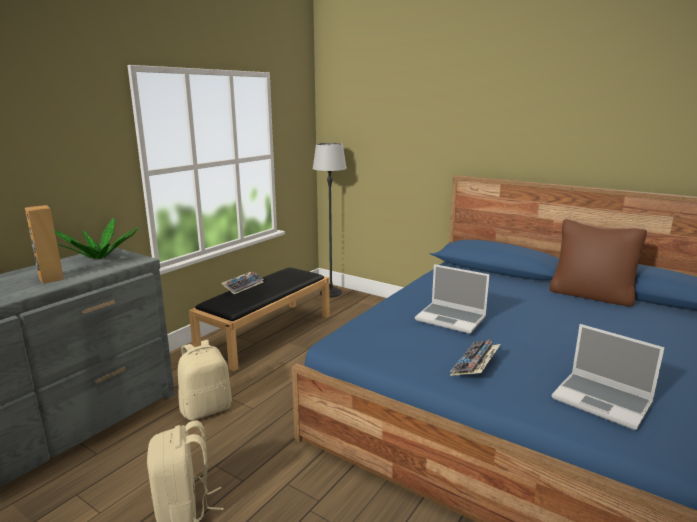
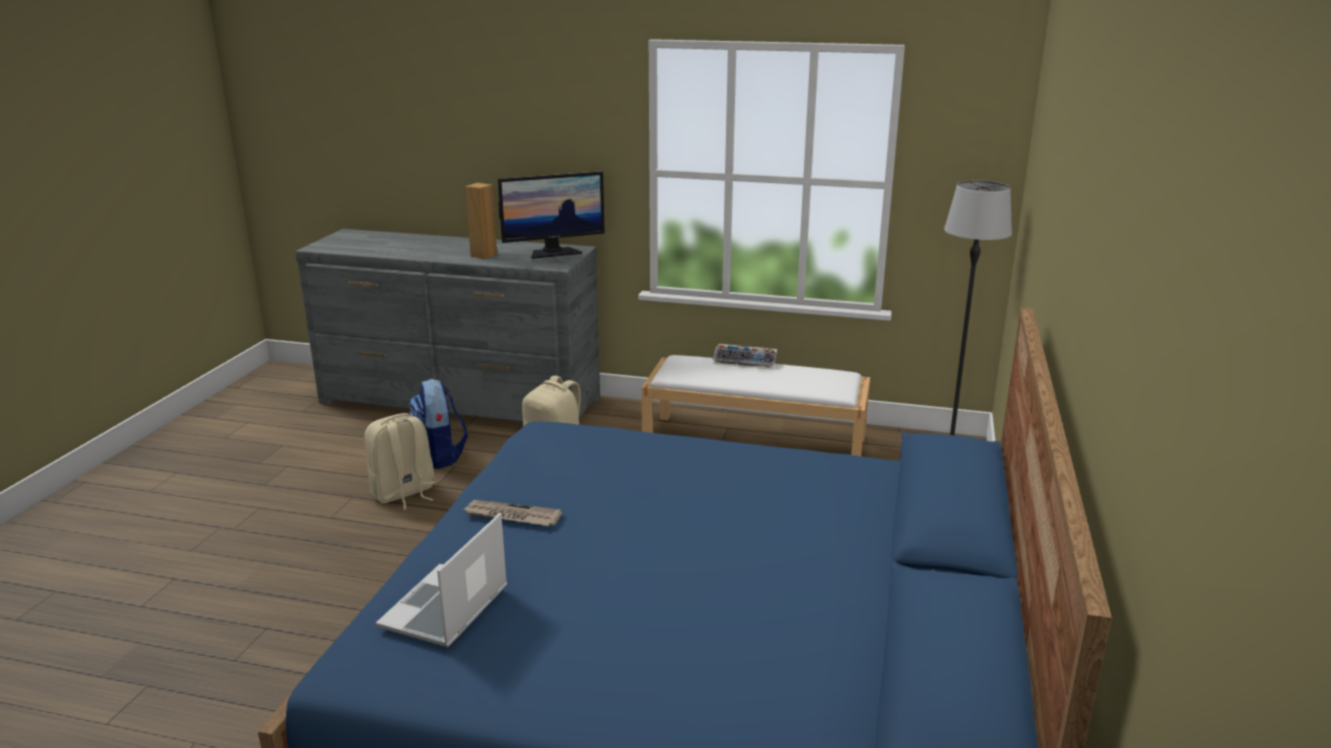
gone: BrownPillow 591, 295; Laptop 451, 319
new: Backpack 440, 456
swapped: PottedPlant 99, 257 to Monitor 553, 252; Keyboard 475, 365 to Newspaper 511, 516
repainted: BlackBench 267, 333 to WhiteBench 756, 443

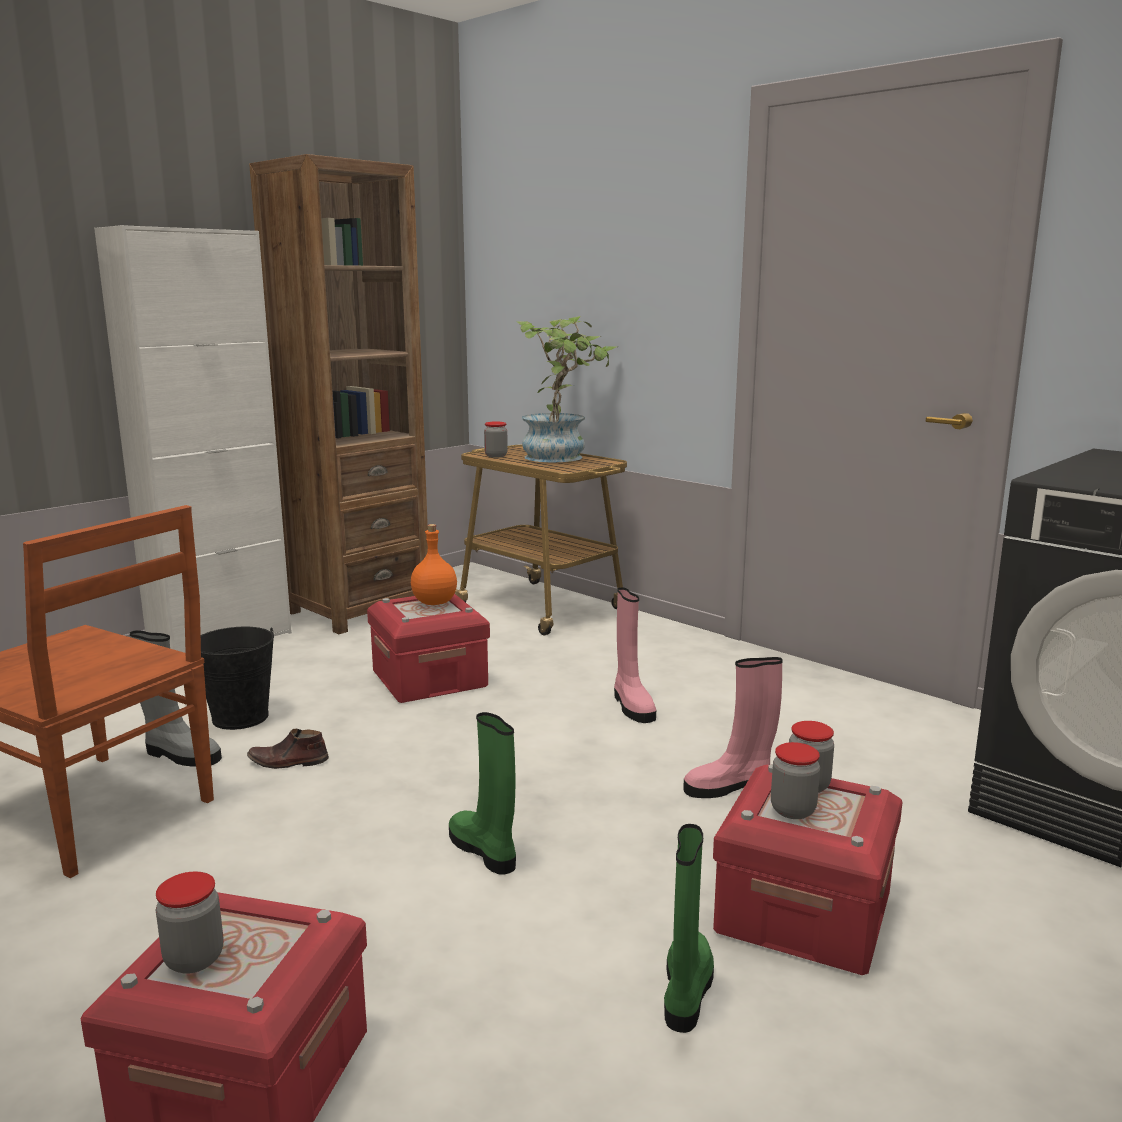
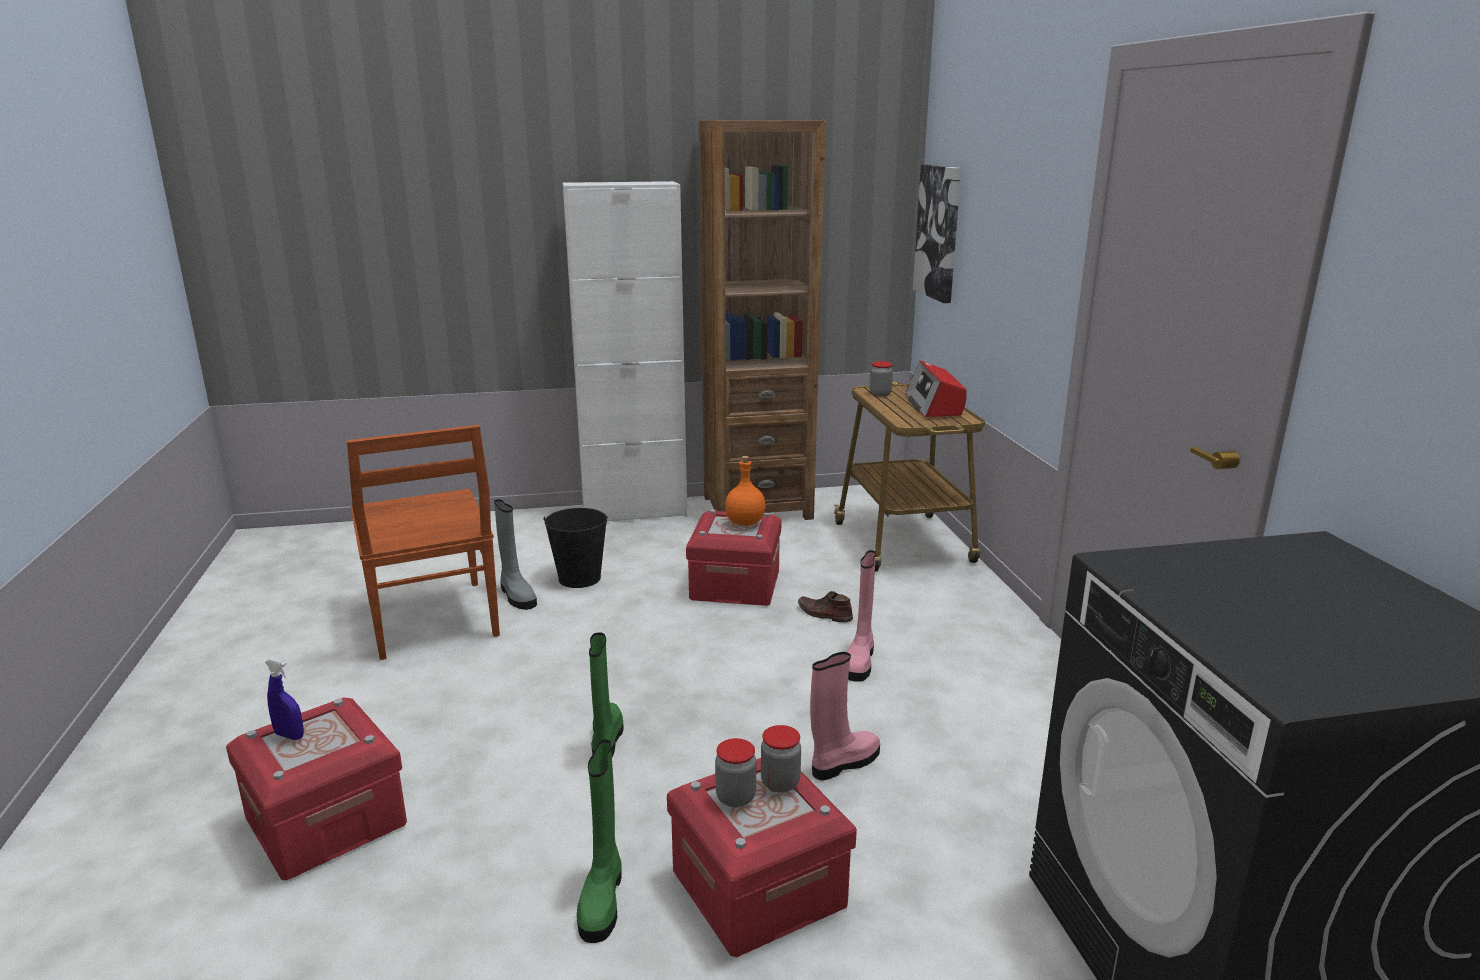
new: Picture 939, 232
shifted: BrownShoe 288, 762 to 824, 614
swapped: PottedPlant 562, 456 to Radio 934, 405; Jar 194, 959 to BlueSprayBottle 289, 735
rotated: PinkBoot 729, 787 = 843, 763 120 degrees clockwise; GreenBoot 686, 991 = 602, 899 135 degrees clockwise

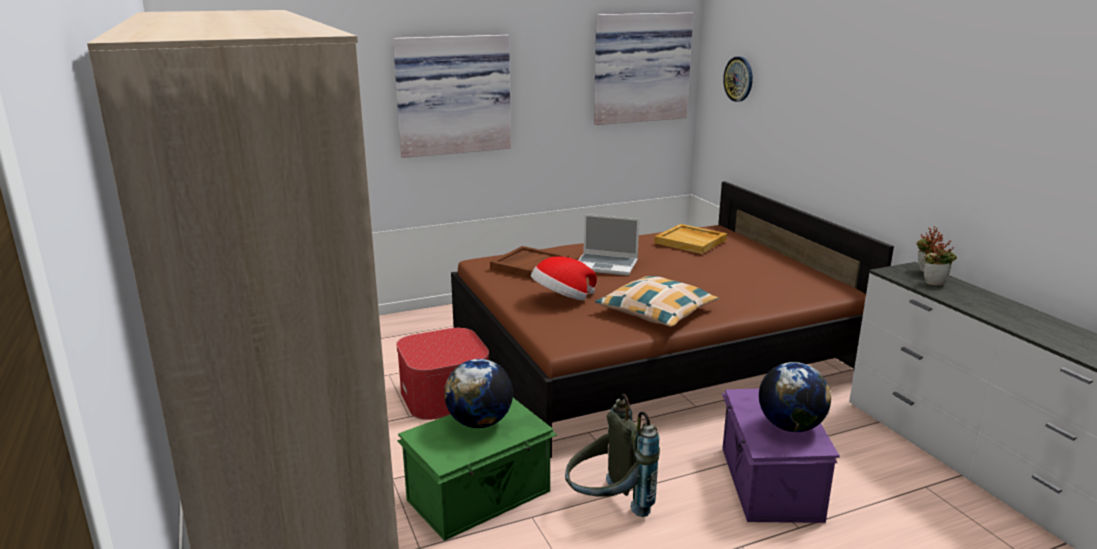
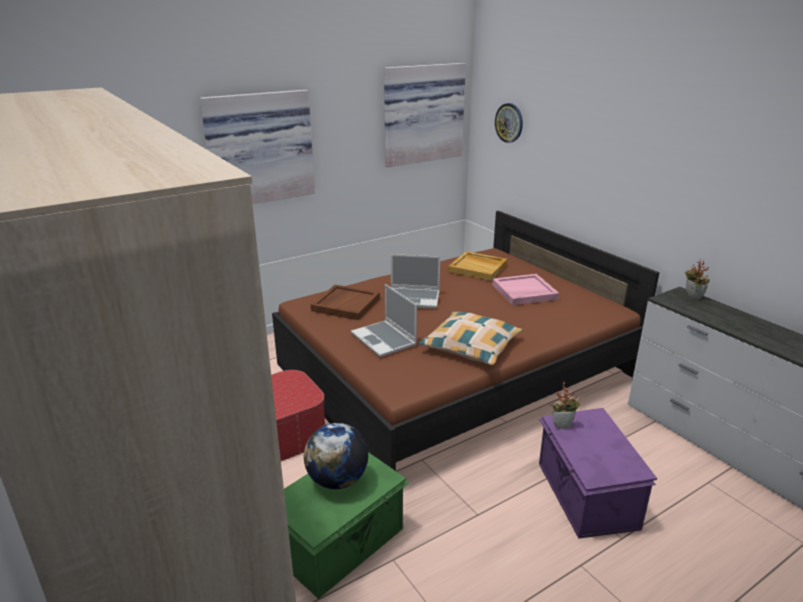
gone: Globe 790, 426; GreyBackpack 607, 507
new: PinkTray 524, 292
shifted: PottedPlant 935, 283 to 562, 425
swapped: Hat 562, 299 to Laptop 385, 340

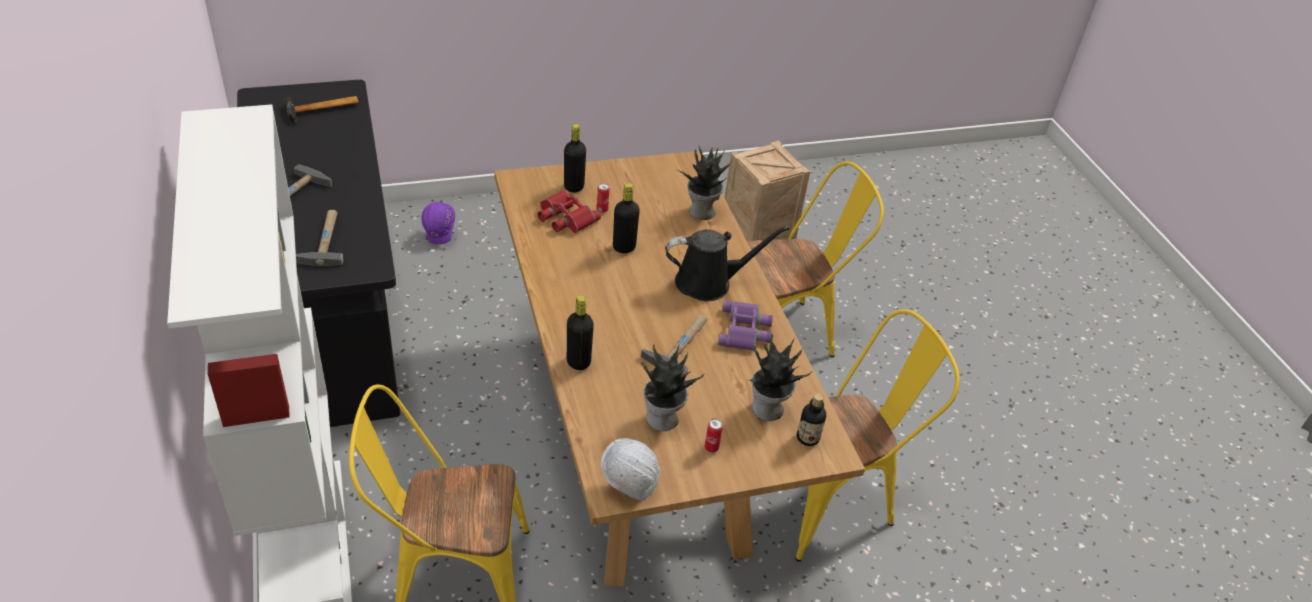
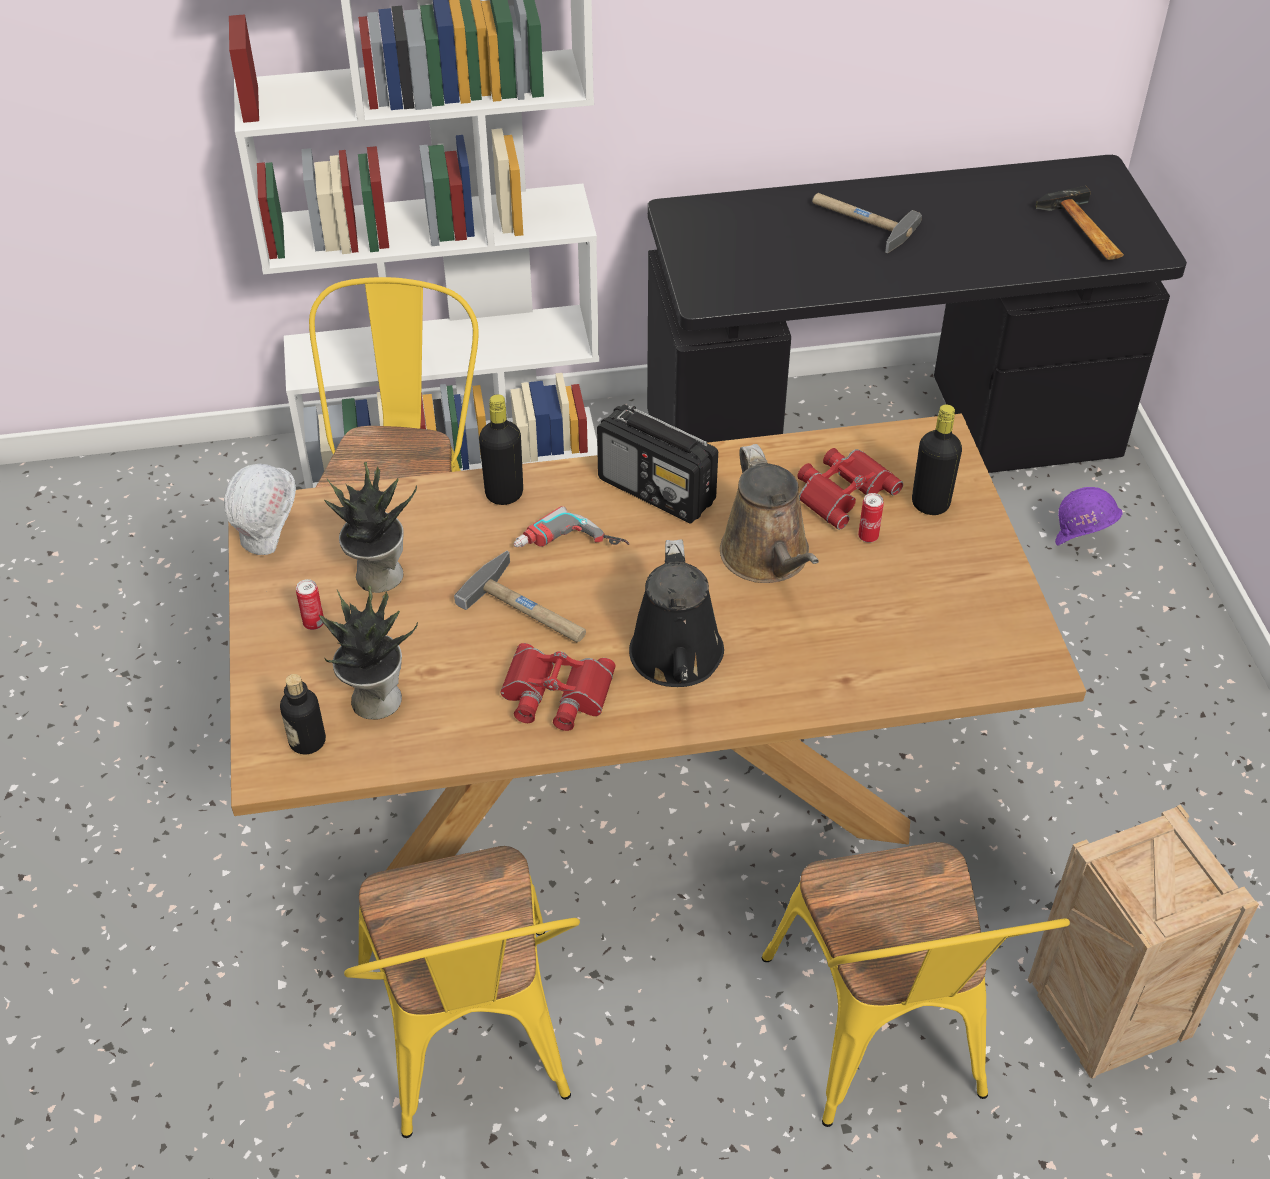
gone: PottedPlant 701, 212; Hammer 324, 240
new: Radio 657, 491; PowerDrill 569, 548
swapped: BlackBottle 624, 247 to BrownWateringCan 768, 558
repainted: PurpleBinoculars 745, 330 to RedBinoculars 554, 695

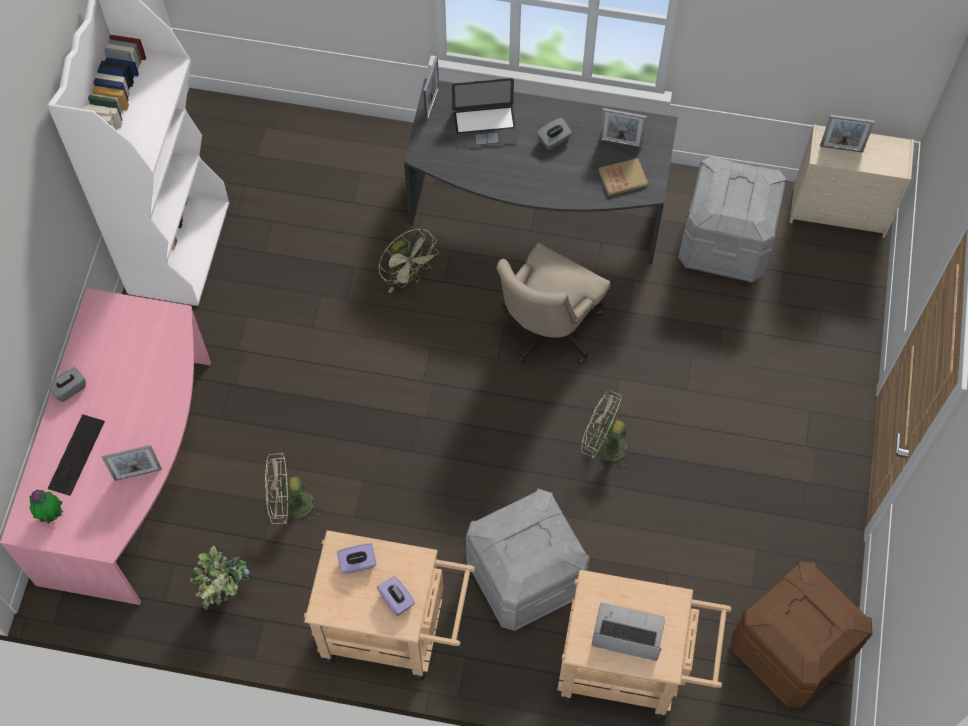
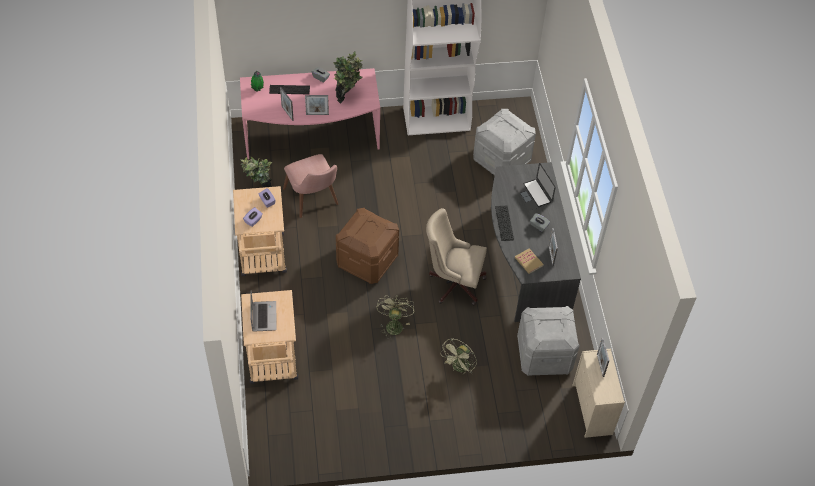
new: PottedPlant 347, 96; Keyboard 504, 223
shifted: PictureFrame 432, 104 to 317, 114; GreenFan 408, 276 to 459, 368; GreyStorageBox 525, 576 to 502, 160; BrownStorageBox 789, 649 to 367, 260
swapped: BeigeFan 291, 507 to PinkChair 314, 201

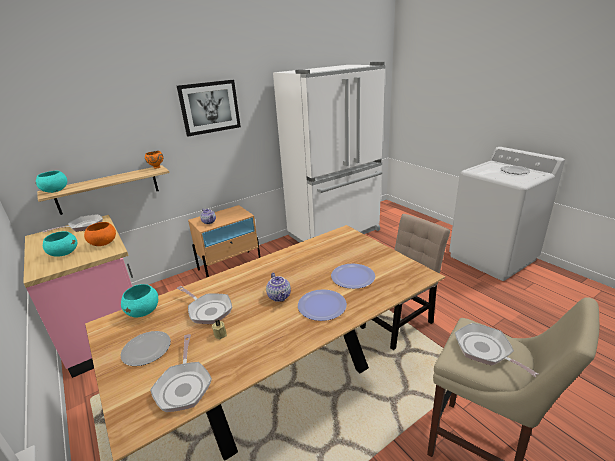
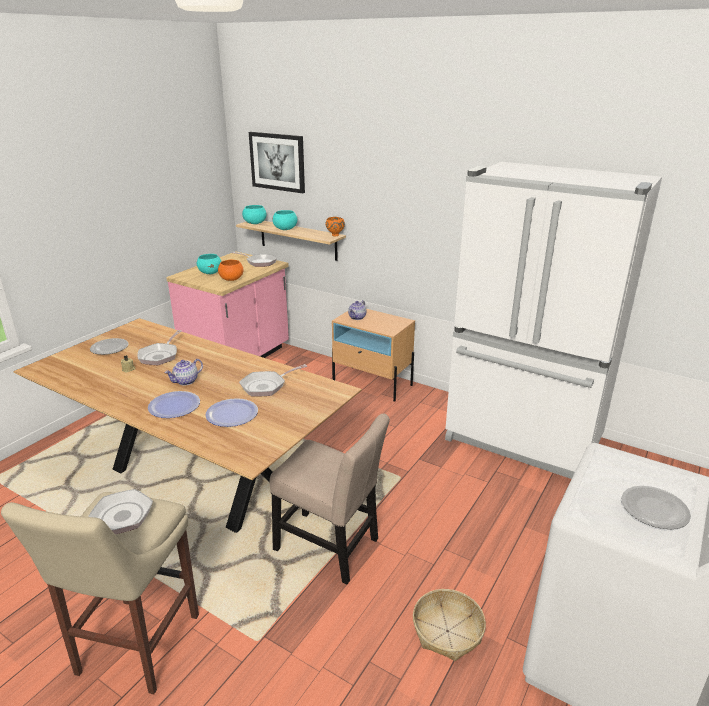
new: Basket 447, 631
shifted: Picture 210, 107 to 277, 162; TurquoiseBowl 144, 311 to 285, 229; FryingPan 184, 385 to 266, 386

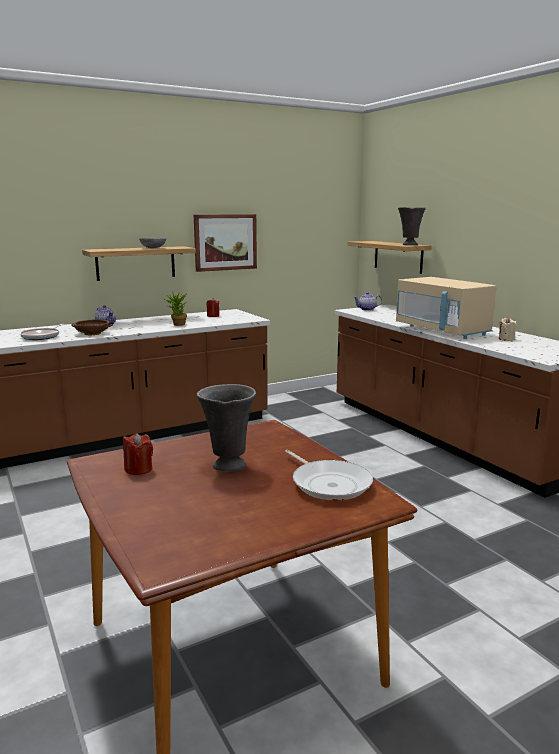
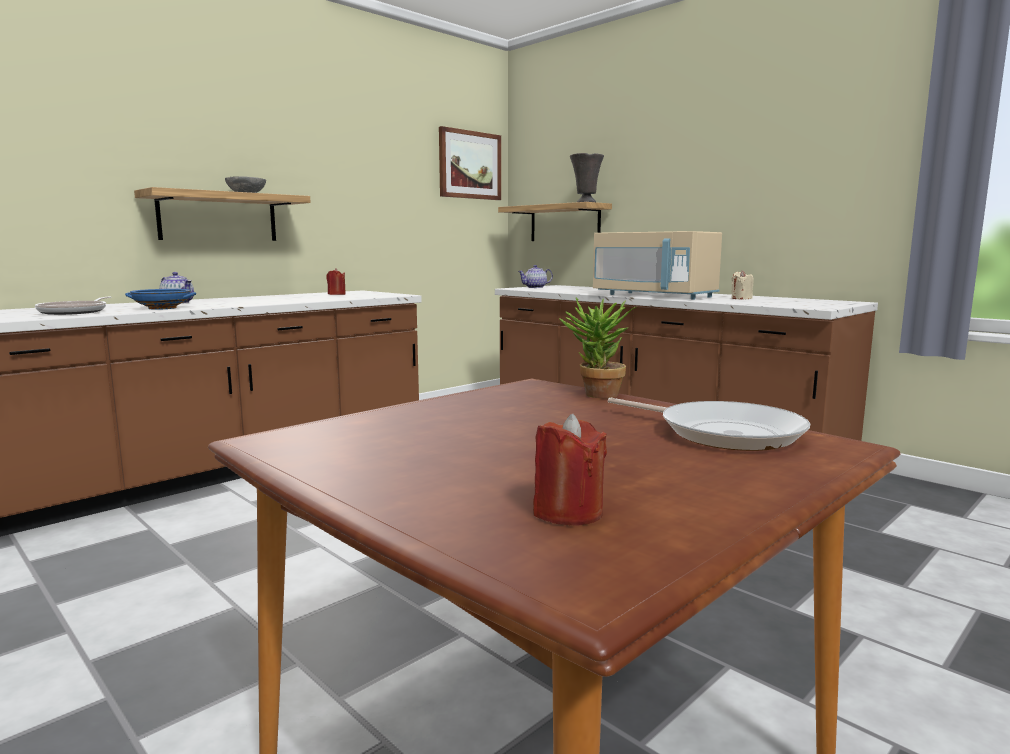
gone: GreyVase 228, 466
shifted: Picture 225, 242 to 469, 165; PottedPlant 176, 324 to 595, 395; RedCandle 138, 469 to 568, 512
repainted: BrownBowl 92, 333 to BlueBowl 162, 308

